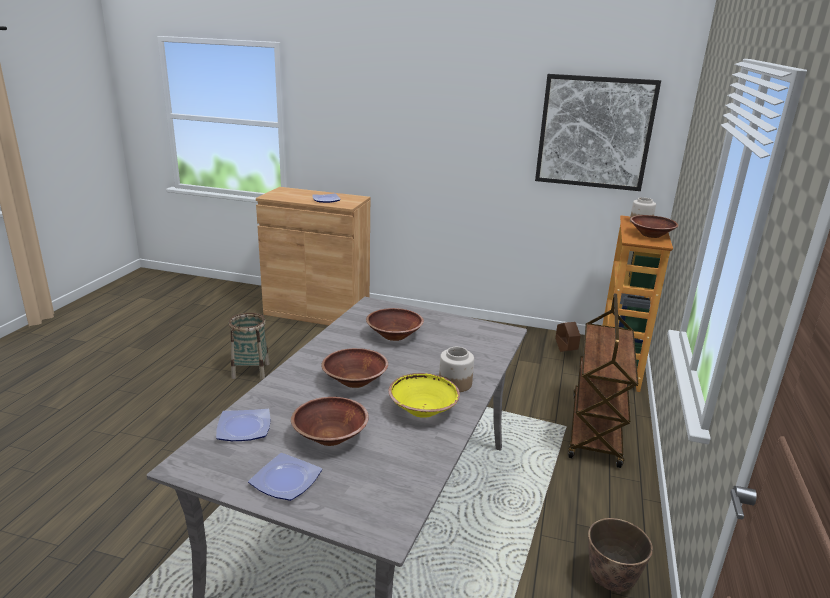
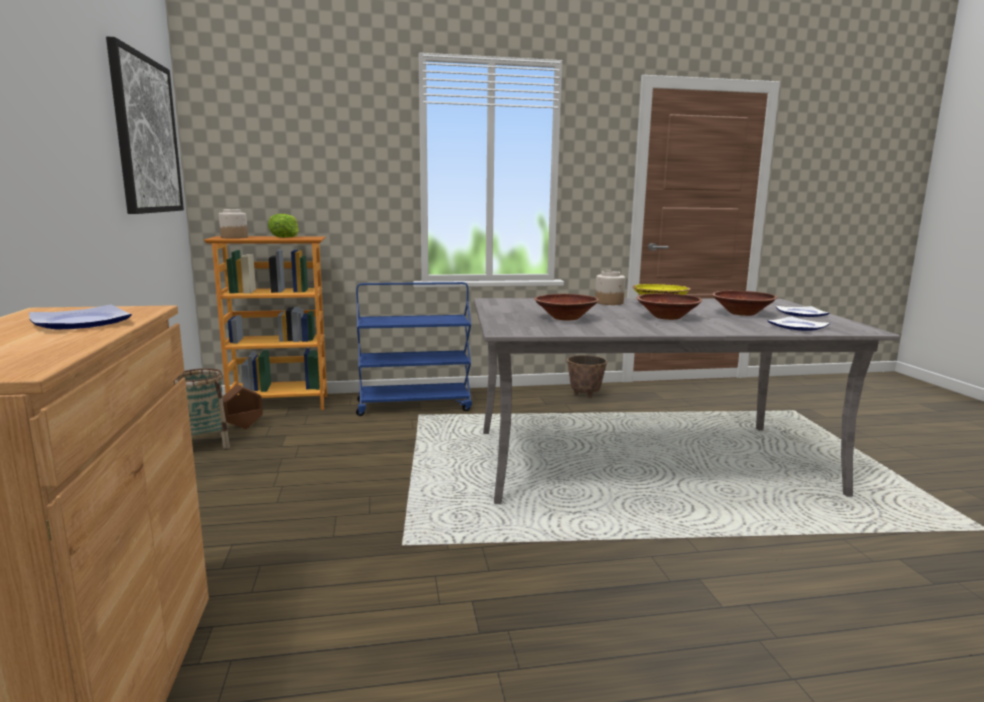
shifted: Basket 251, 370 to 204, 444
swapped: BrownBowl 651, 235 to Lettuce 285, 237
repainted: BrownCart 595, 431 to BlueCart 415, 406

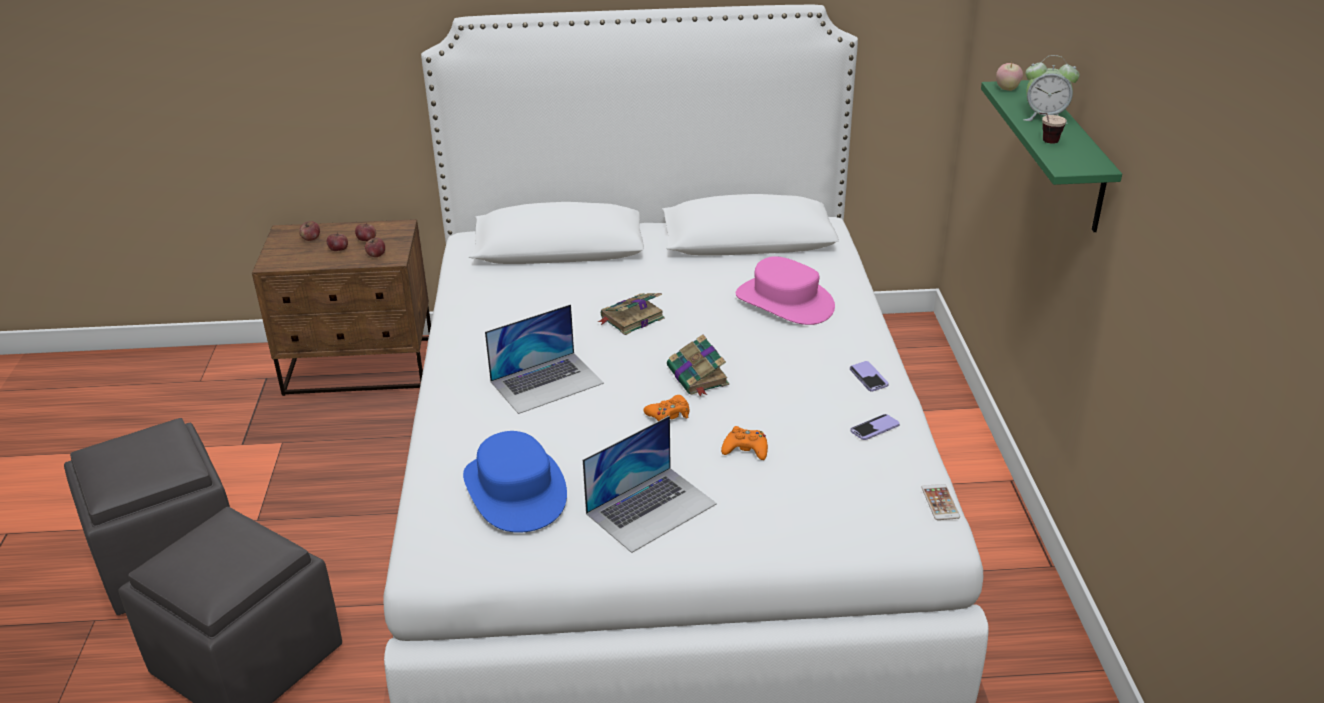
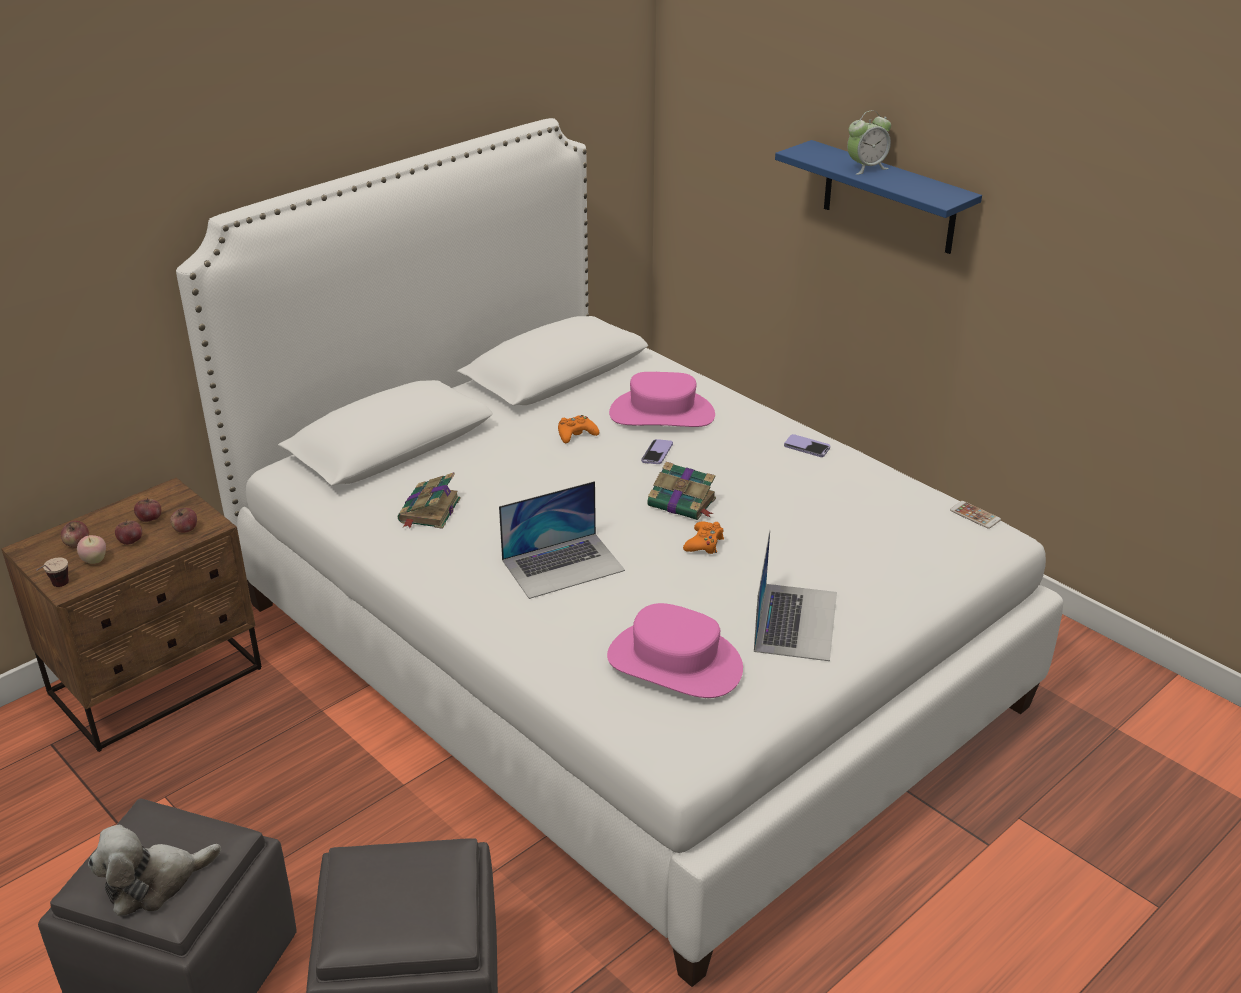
new: PlushToy 154, 883
shifted: Apple 1007, 89 to 94, 561; Cup 1045, 143 to 56, 588; Book 631, 318 to 429, 511; Phone 874, 428 to 657, 453; OrangeGameController 745, 449 to 576, 434
repainted: GreenShelf 1071, 157 to BlueShelf 889, 198; BlueHat 516, 490 to PinkHat 675, 662
rotated: Laptop 547, 382 = 563, 565 45 degrees clockwise

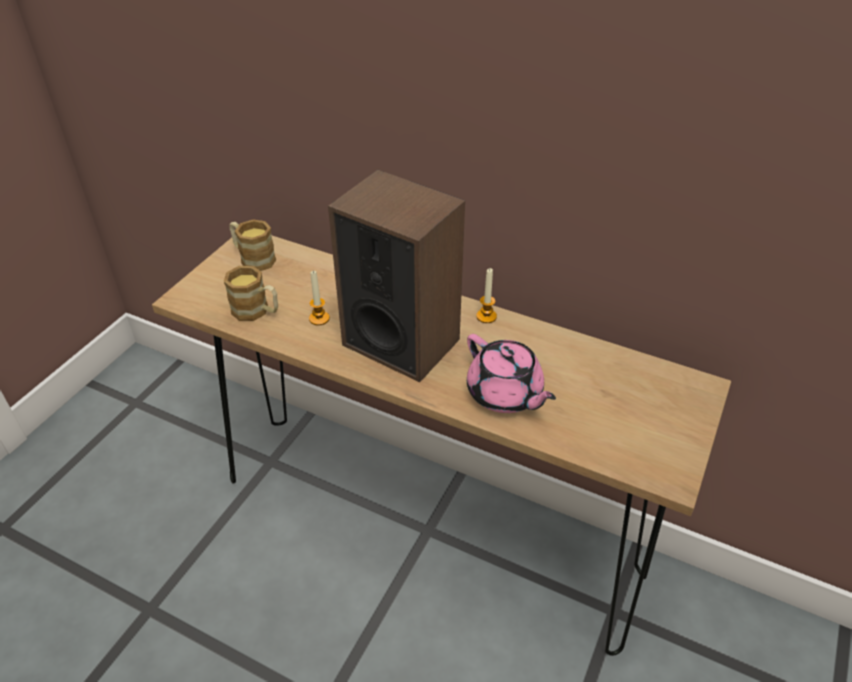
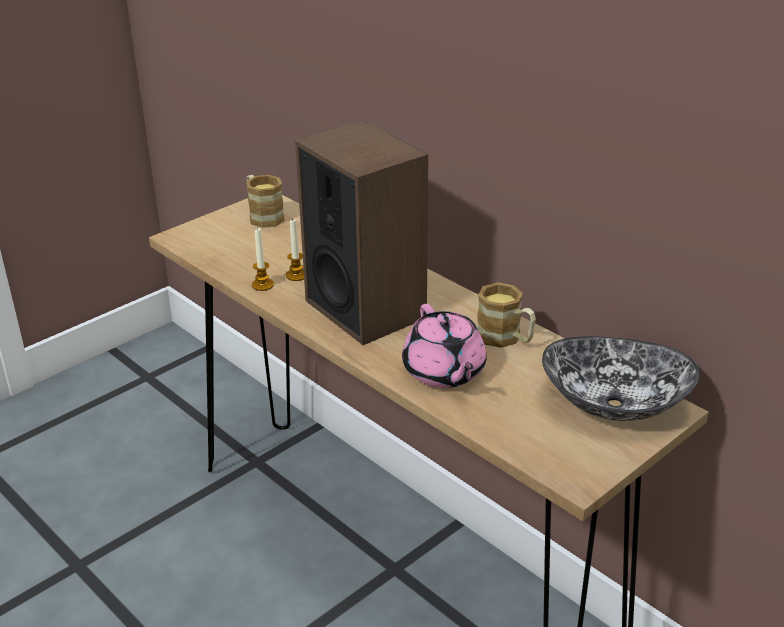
new: Bowl 614, 403
shifted: Mug 256, 311 to 506, 339; Candle 486, 316 to 262, 285

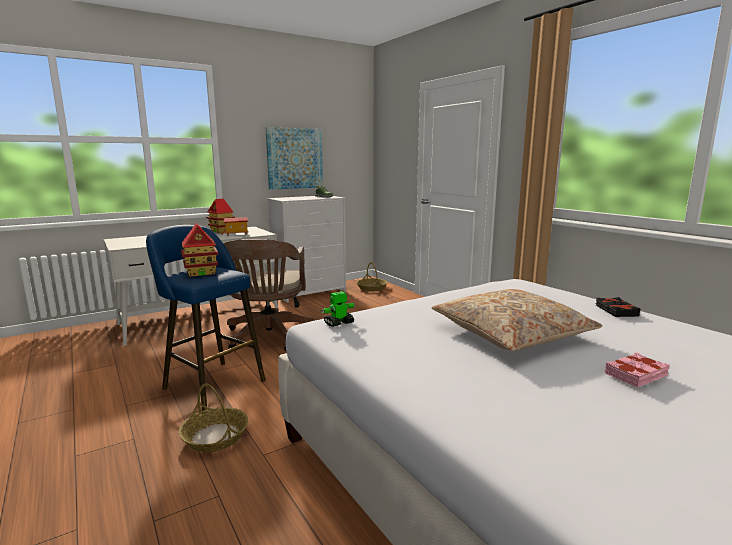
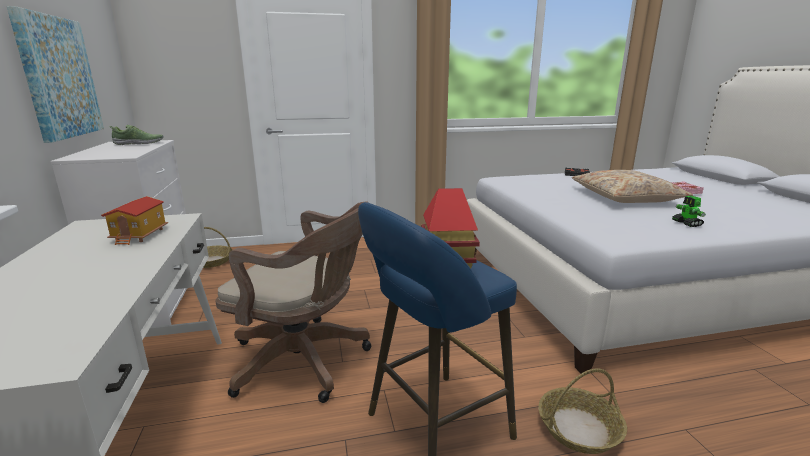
gone: ToyHouse 222, 231
shifted: ToyRobot 338, 323 to 687, 223

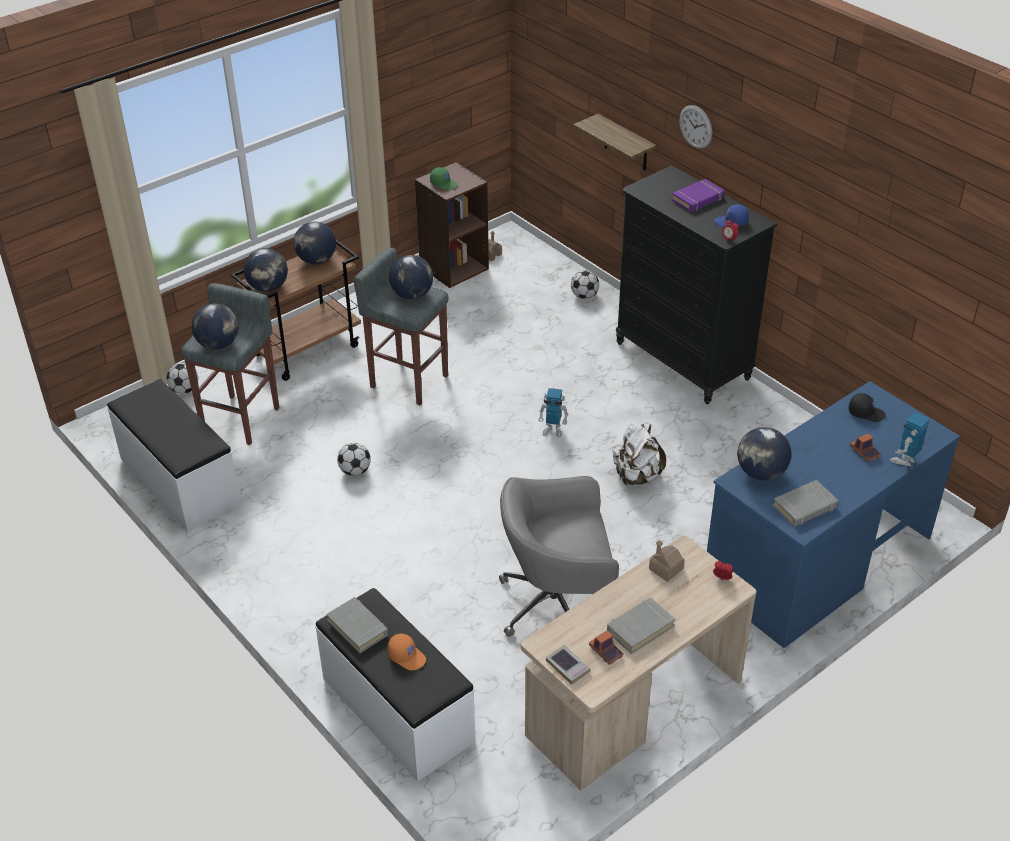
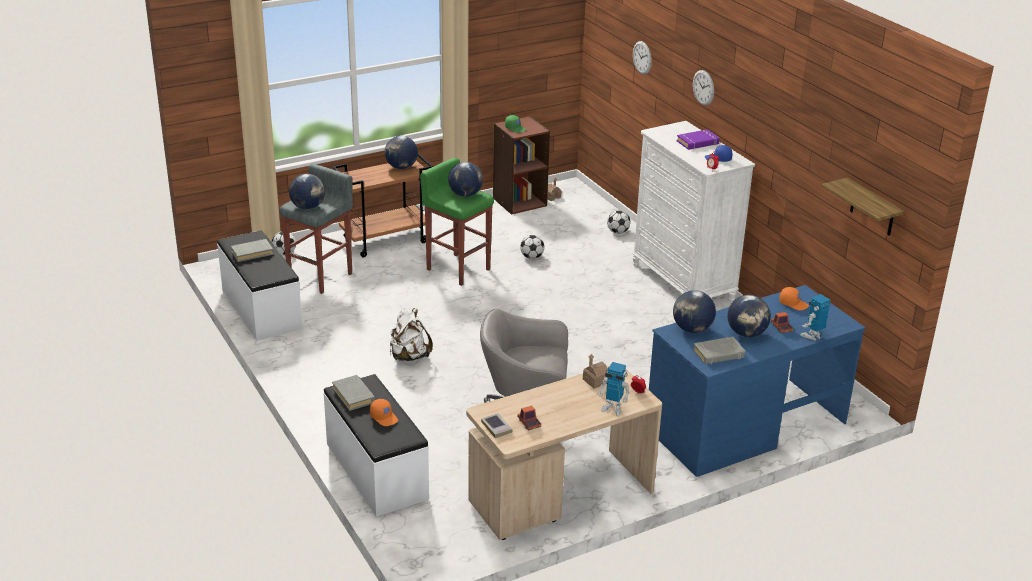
new: WallClock 642, 57
shifted: Shelf 626, 143 to 872, 208; Globe 268, 287 to 746, 333; ToyRobot 553, 430 to 613, 408; WhiteBackpack 636, 476 to 409, 356; Football 355, 471 to 532, 257; GreyBook 640, 628 to 252, 253
repainted: BlackDresser 683, 361 to WhiteDresser 683, 283; GreyStool 408, 380 to GreenStool 458, 269; BlackCap 866, 413 to OrangeCap 793, 303

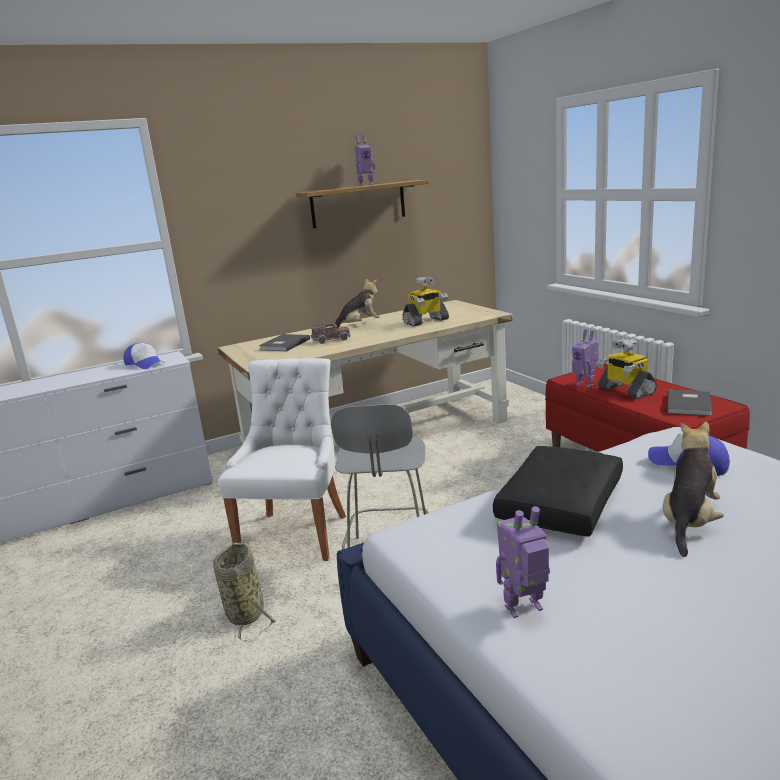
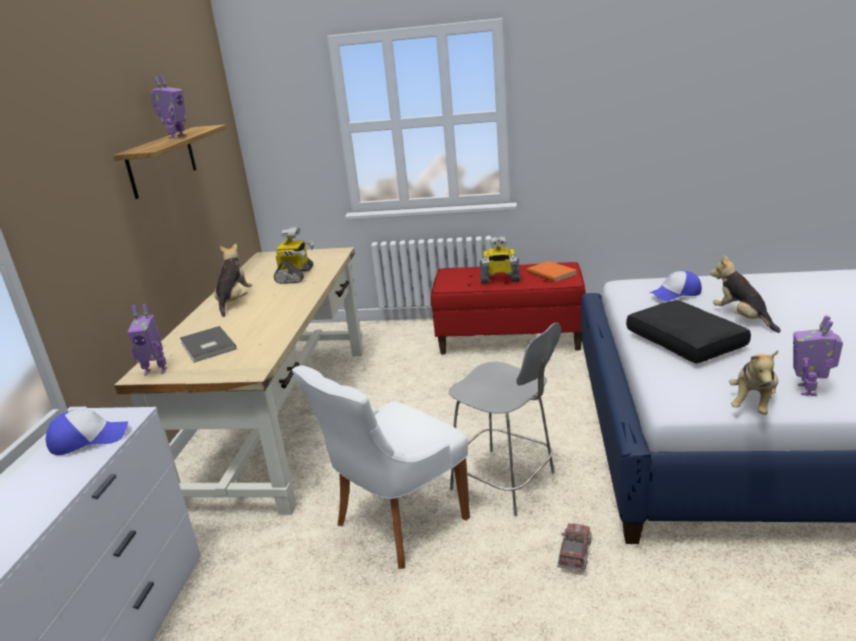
gone: Basket 245, 612
new: PlushToy 753, 403
shifted: ToyTruck 331, 340 to 574, 553; ToyRobot 585, 384 to 156, 371
repainted: GreyBook 690, 404 to OrangeBook 552, 272
rotated: WhiteChair 296, 533 = 397, 523 90 degrees counterclockwise

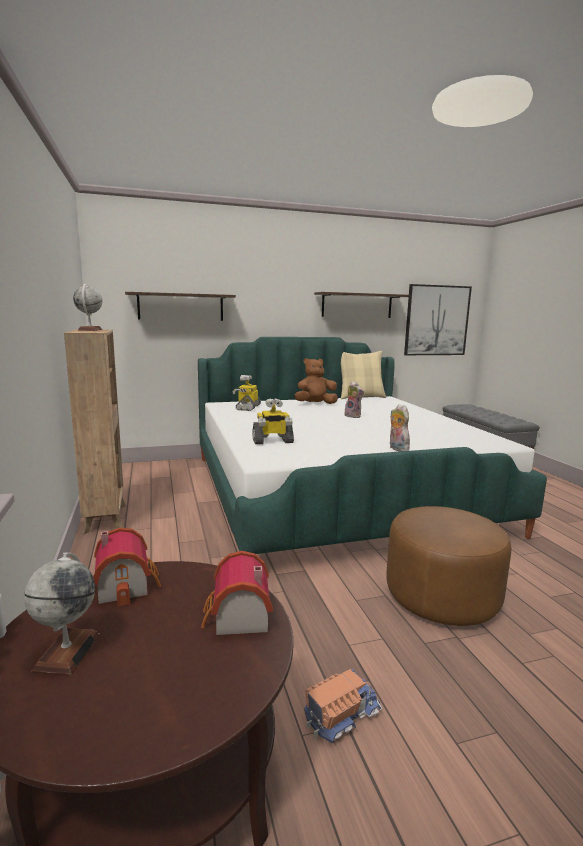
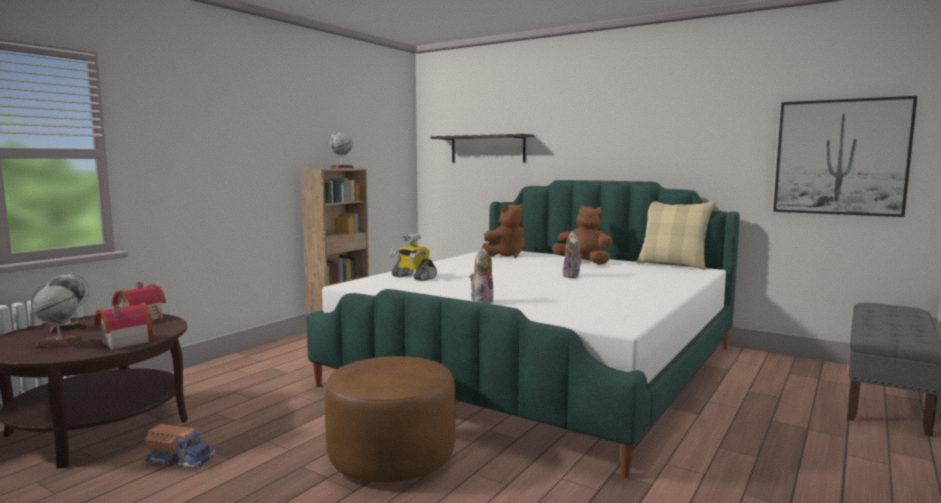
gone: Shelf 357, 305
new: Globe 59, 343
swapped: ToyRobot 247, 407 to BrownPlushToy 505, 255

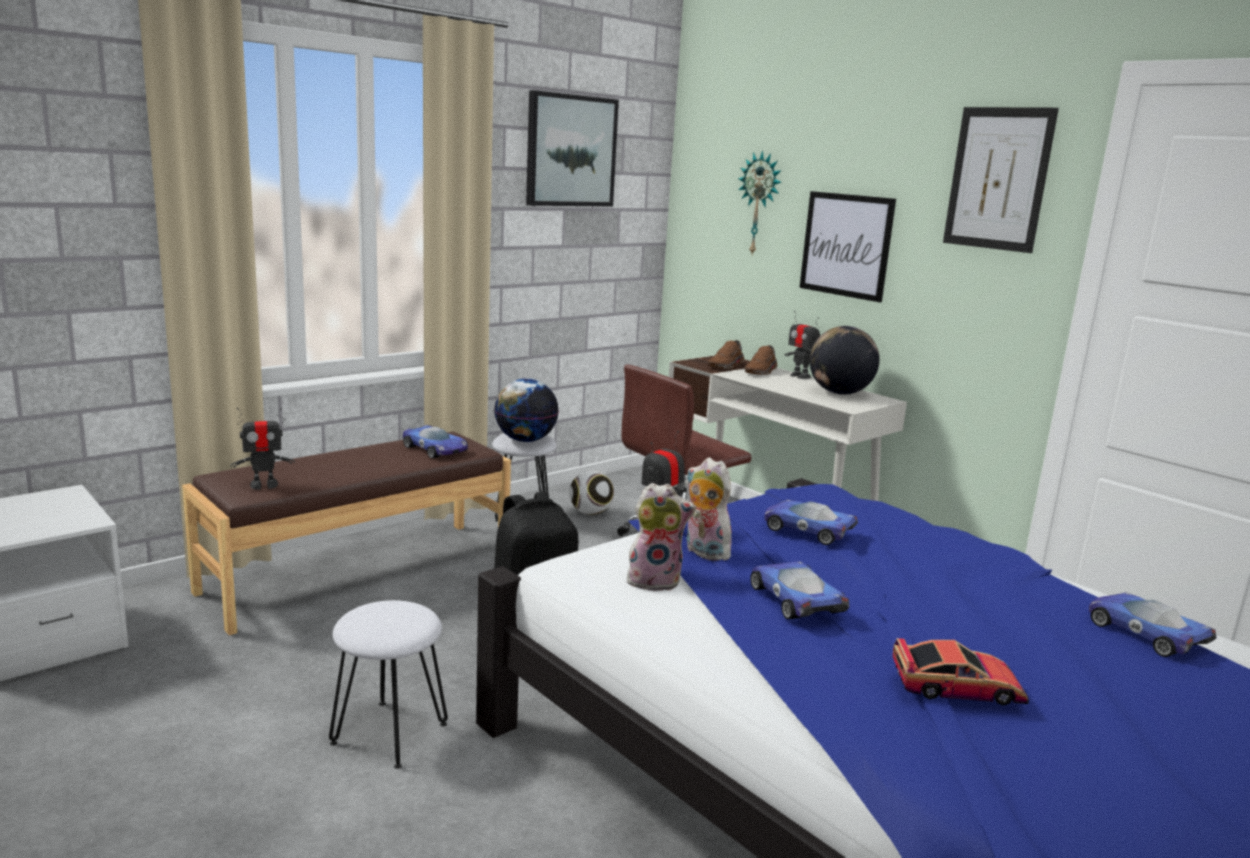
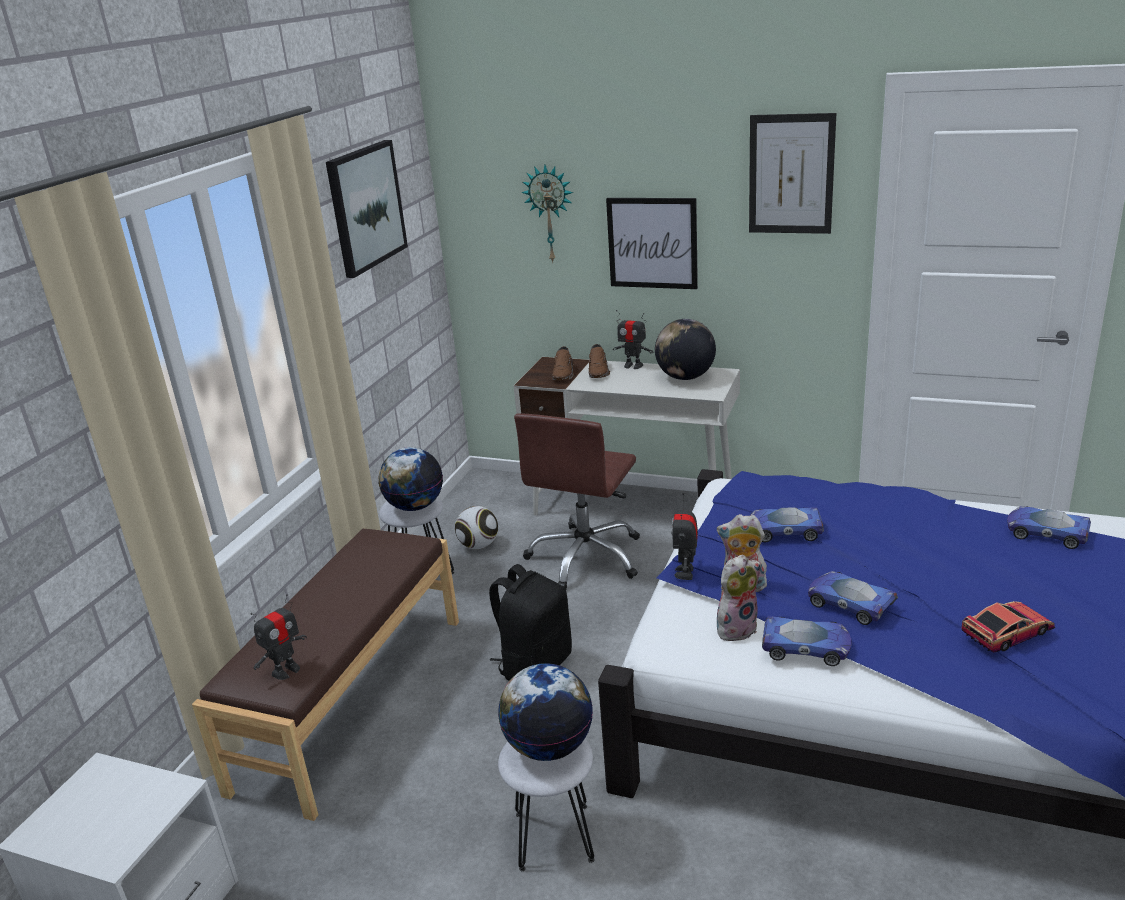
new: Globe 549, 746
shifted: ToyCar 436, 449 to 806, 647

